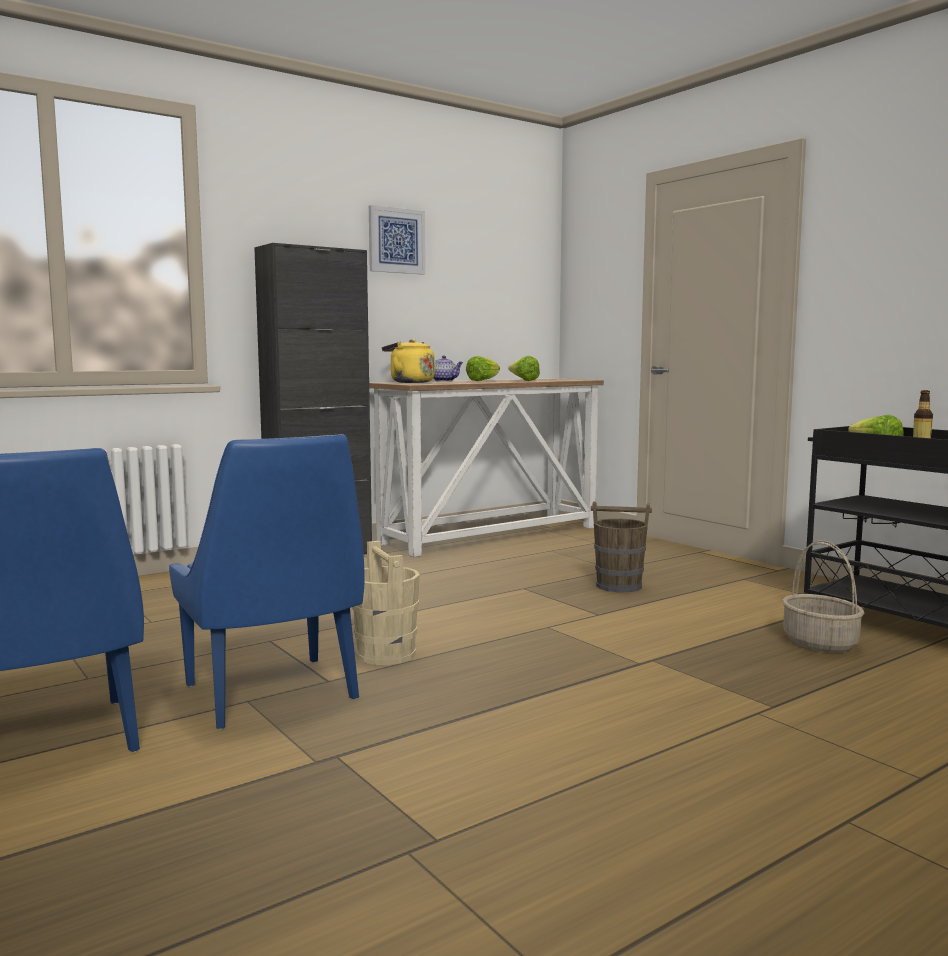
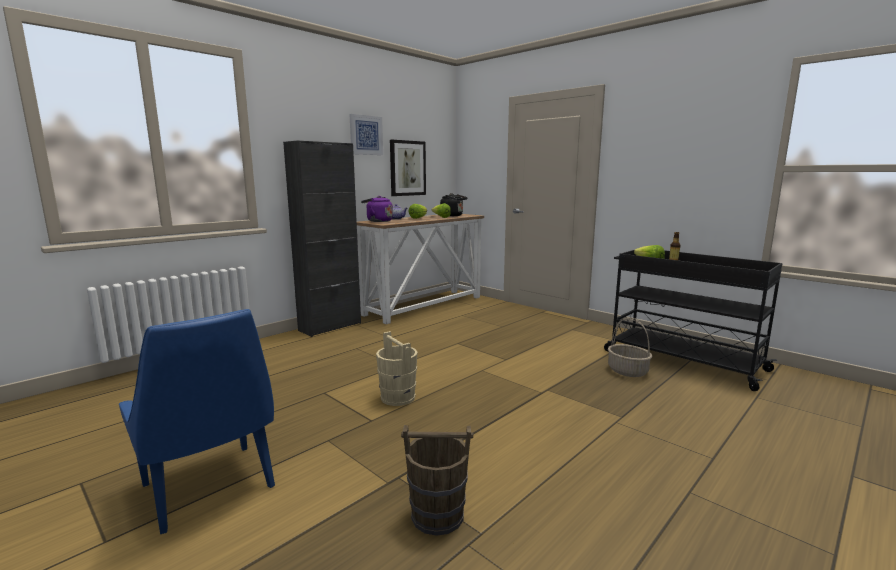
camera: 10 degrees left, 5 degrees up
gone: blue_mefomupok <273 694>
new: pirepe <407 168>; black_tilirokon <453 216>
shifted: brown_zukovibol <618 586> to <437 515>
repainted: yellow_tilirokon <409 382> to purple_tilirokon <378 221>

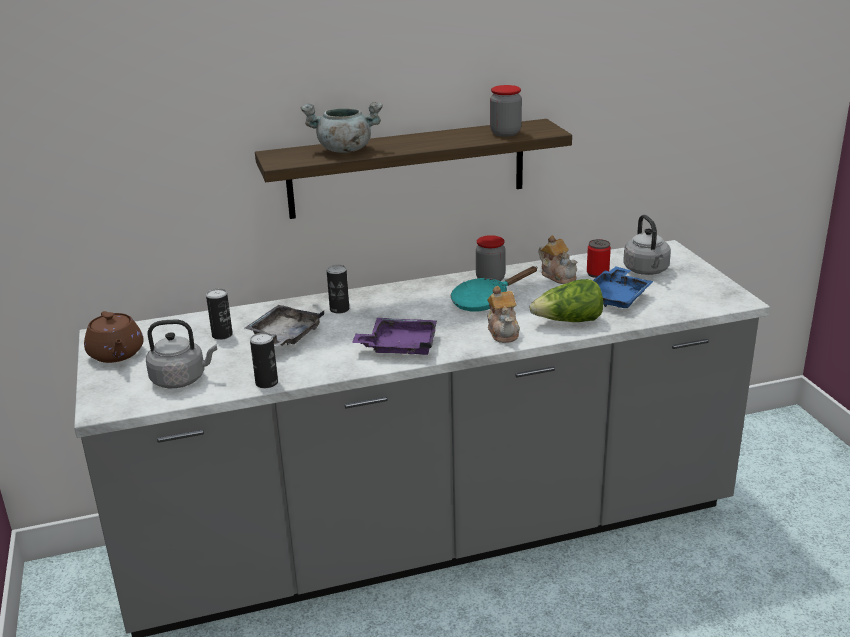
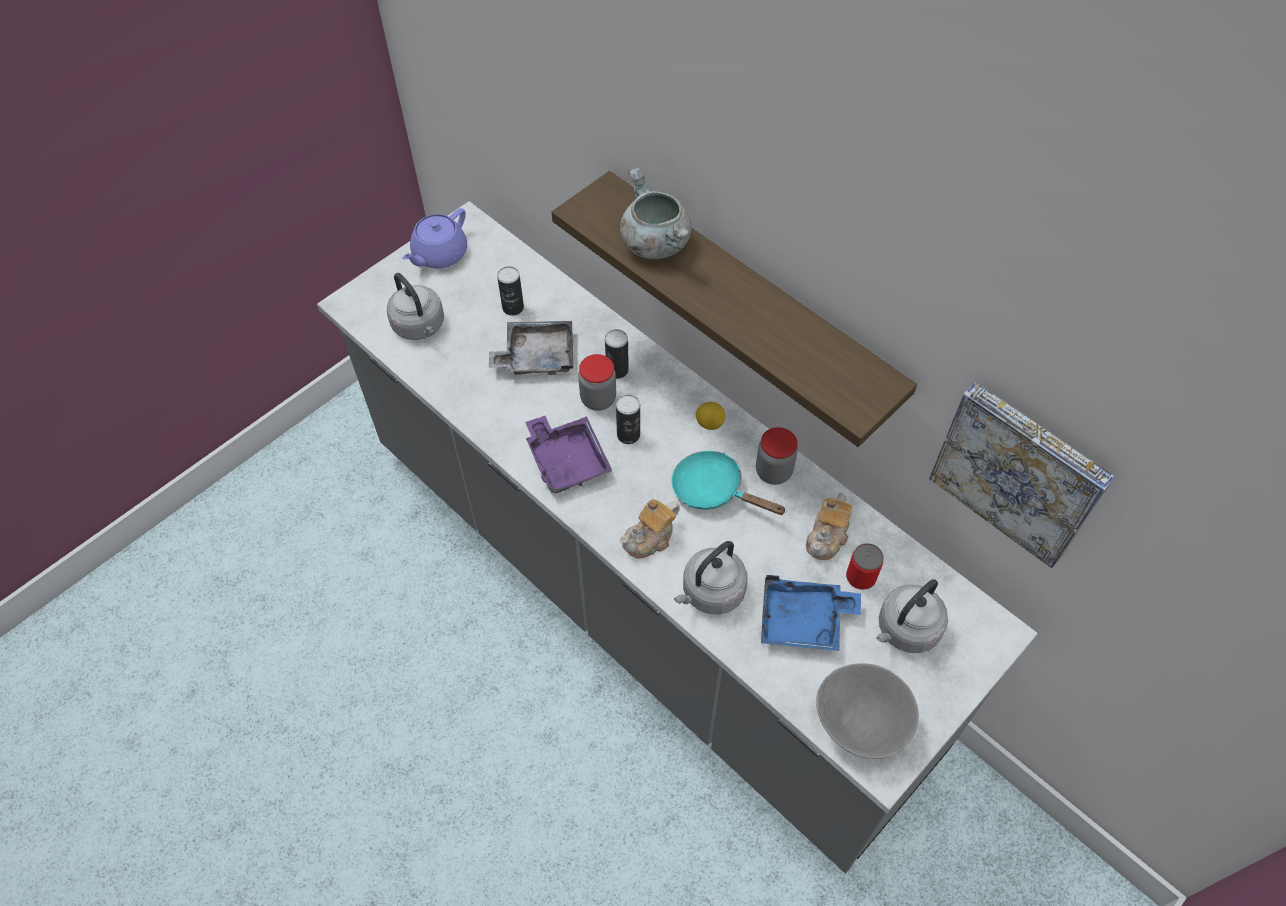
camera: 60 degrees right, 30 degrees up
new: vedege <709 423>; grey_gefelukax <860 722>; pirepe <1020 472>
shifted: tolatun <266 383> to <628 435>; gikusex <505 133> to <598 399>
swapped: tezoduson <568 321> to grey_tilirokon <710 593>
repainted: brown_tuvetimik <116 354> to purple_tuvetimik <439 254>

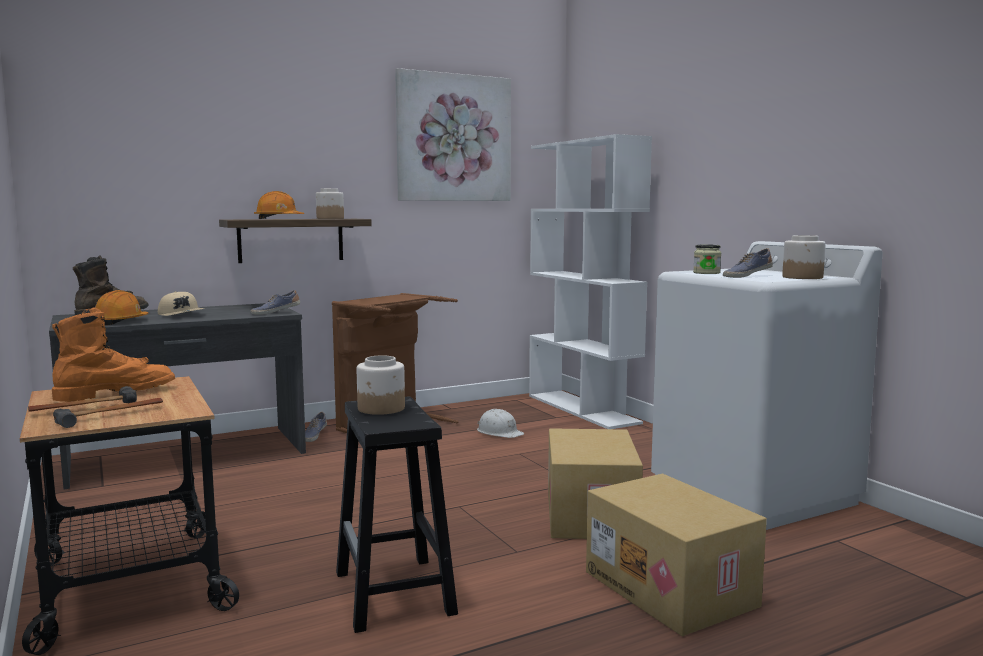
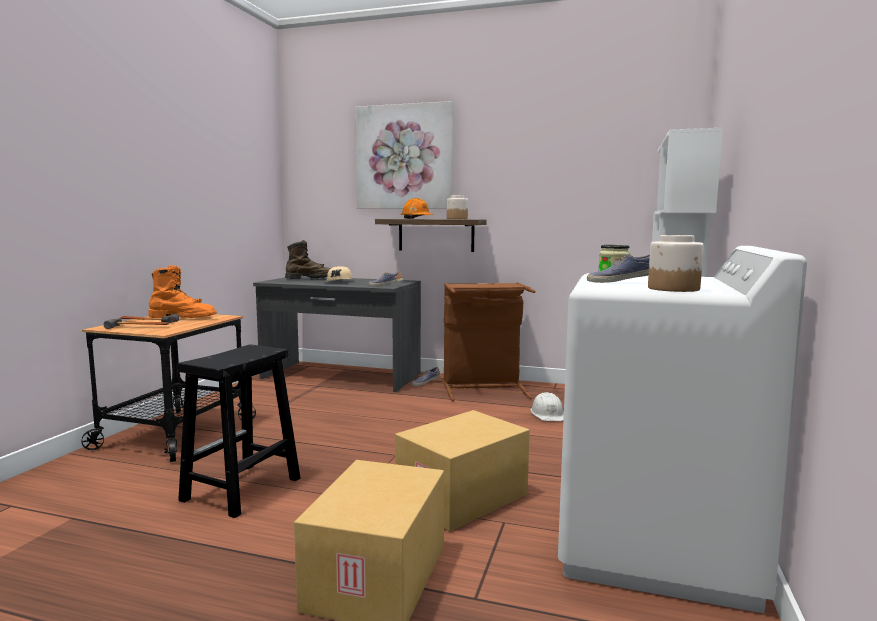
camera: 45 degrees right, 0 degrees up
gone: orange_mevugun <120 322>; gikusex <381 408>
shifted: pirepe <454 138> to <404 157>

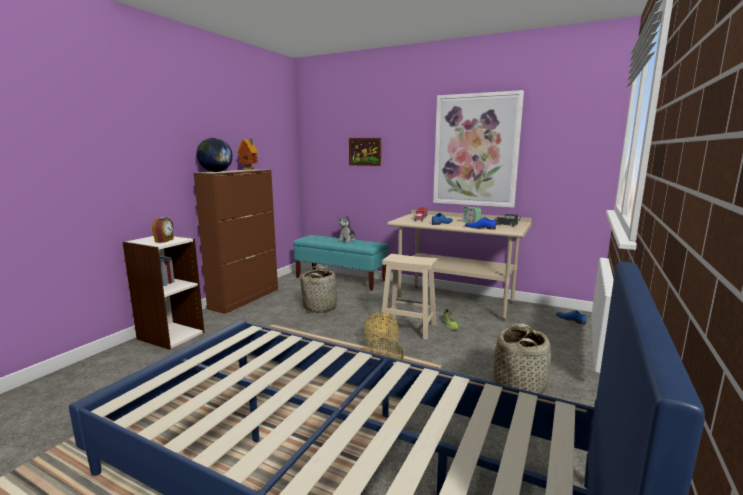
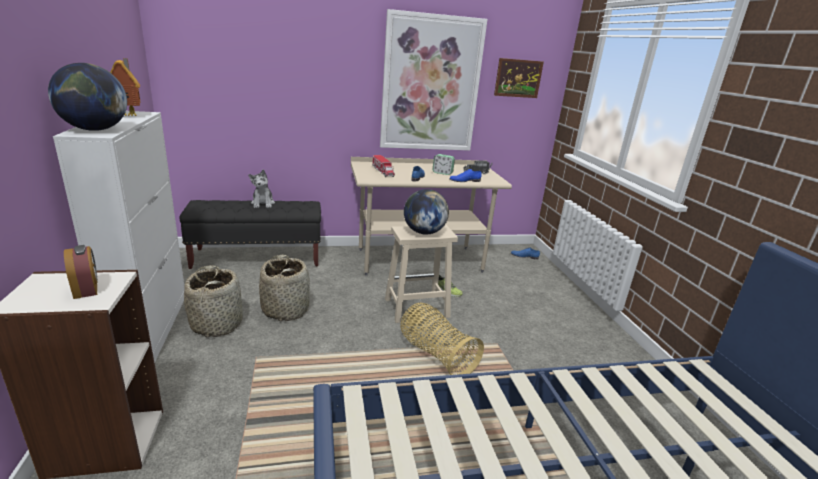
camera: 40 degrees left, 10 degrees up
new: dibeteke <424 232>
shifted: pirepe <365 151> to <518 78>; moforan <519 385> to <217 324>
repainted: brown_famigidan <245 298> to white_famigidan <151 327>; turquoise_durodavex <340 279> to black_durodavex <258 258>

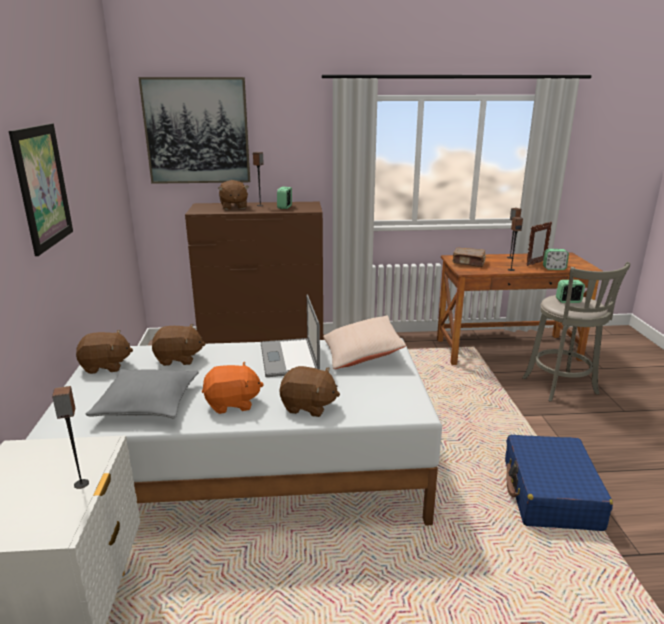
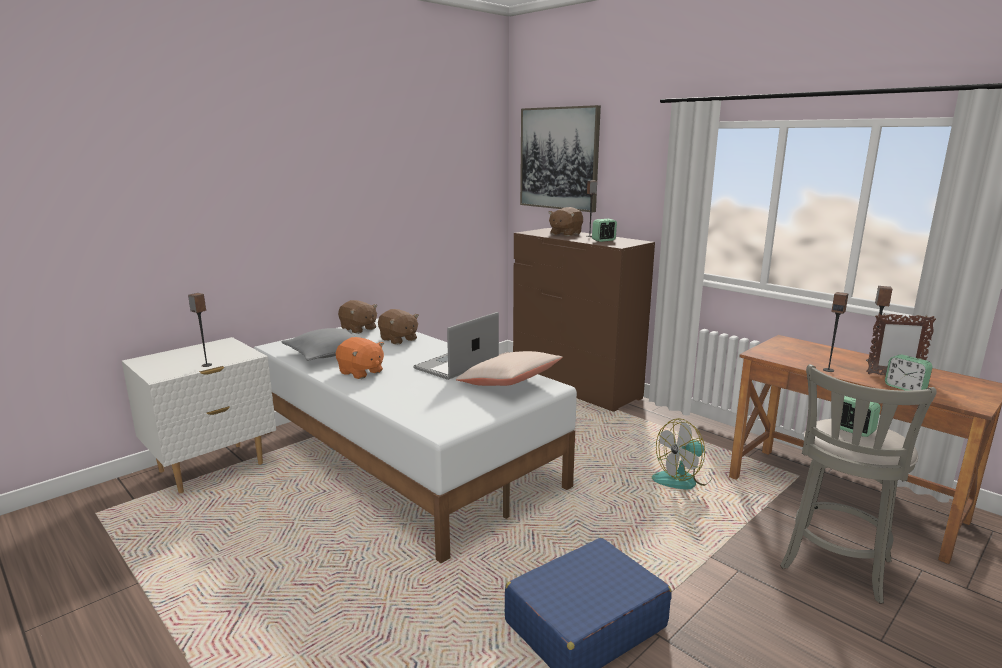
camera: 50 degrees right, 5 degrees down
gone: pirepe <42 187>; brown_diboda <308 406>; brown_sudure <469 263>
new: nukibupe <682 479>

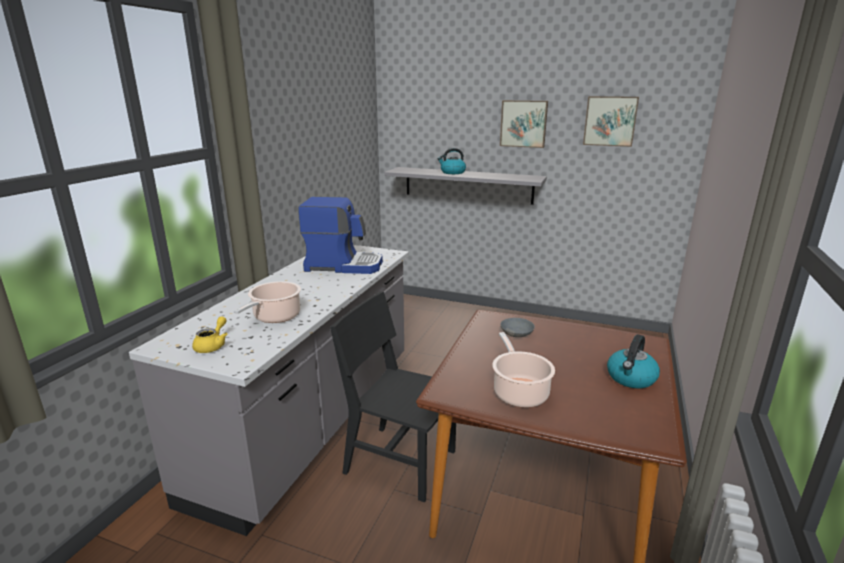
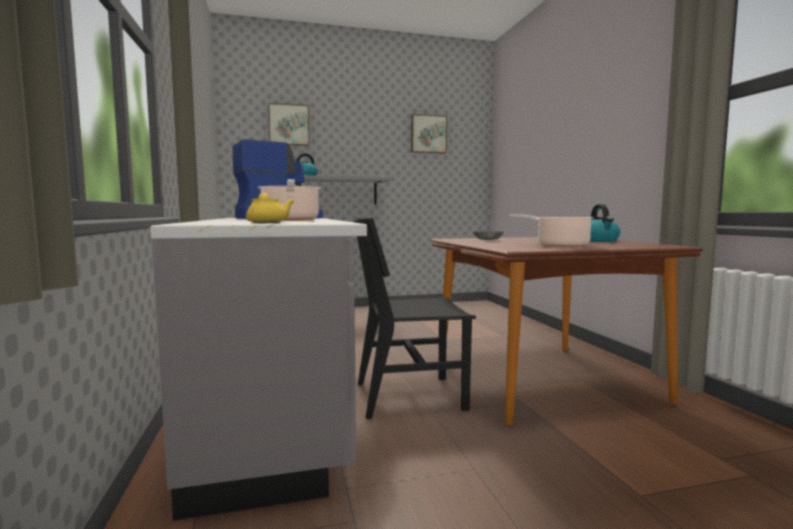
camera: 35 degrees left, 15 degrees down
shifted: pirepe <523 123> to <289 125>

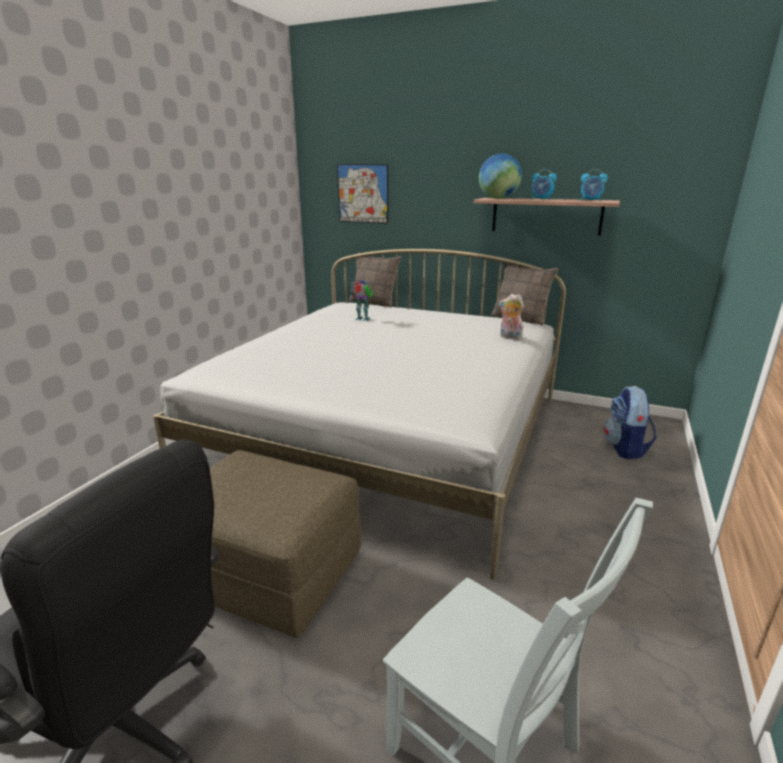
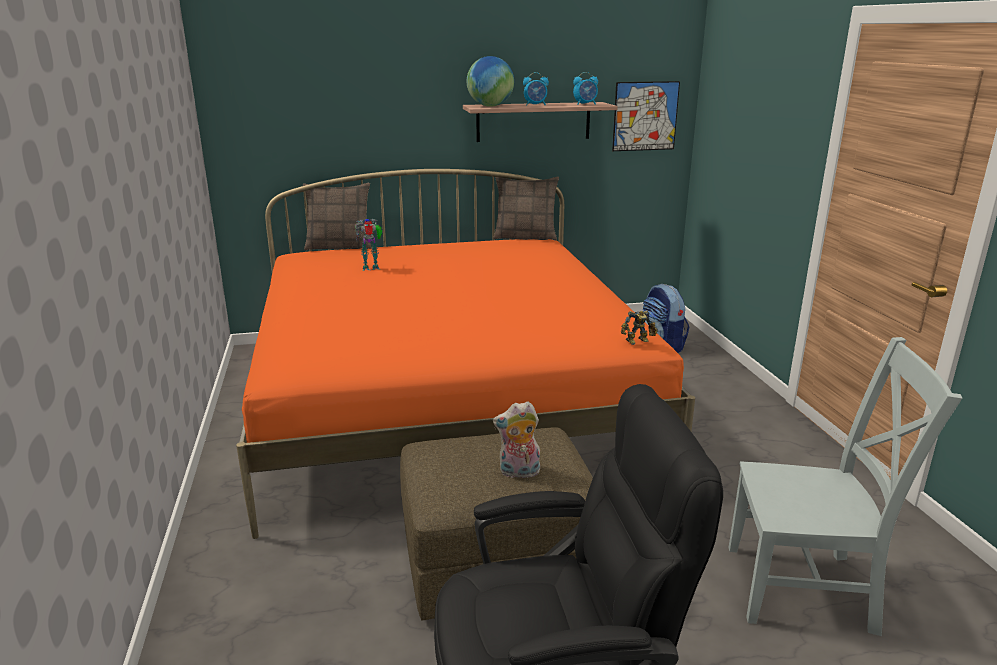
camera: 35 degrees left, 0 degrees up
new: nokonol <638 341>
shifted: pirepe <363 194> to <645 116>; diboda <509 337> to <518 473>
repainted: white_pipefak <388 436> to orange_pipefak <447 401>

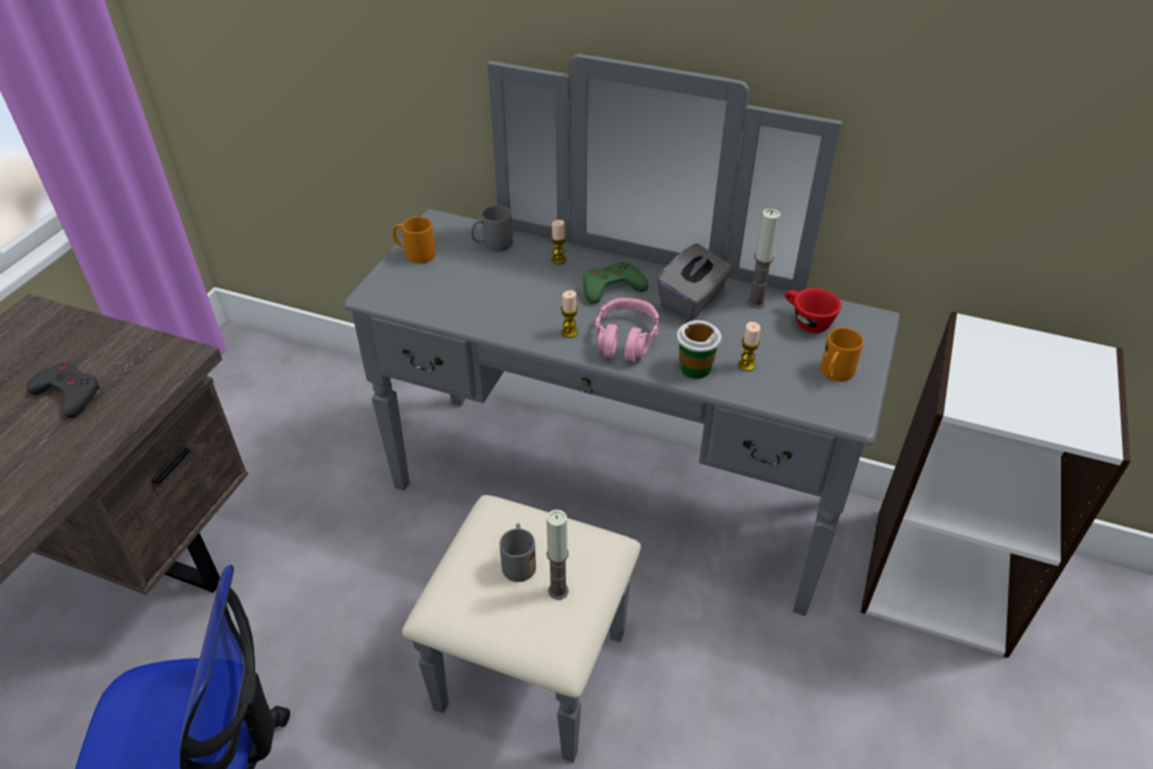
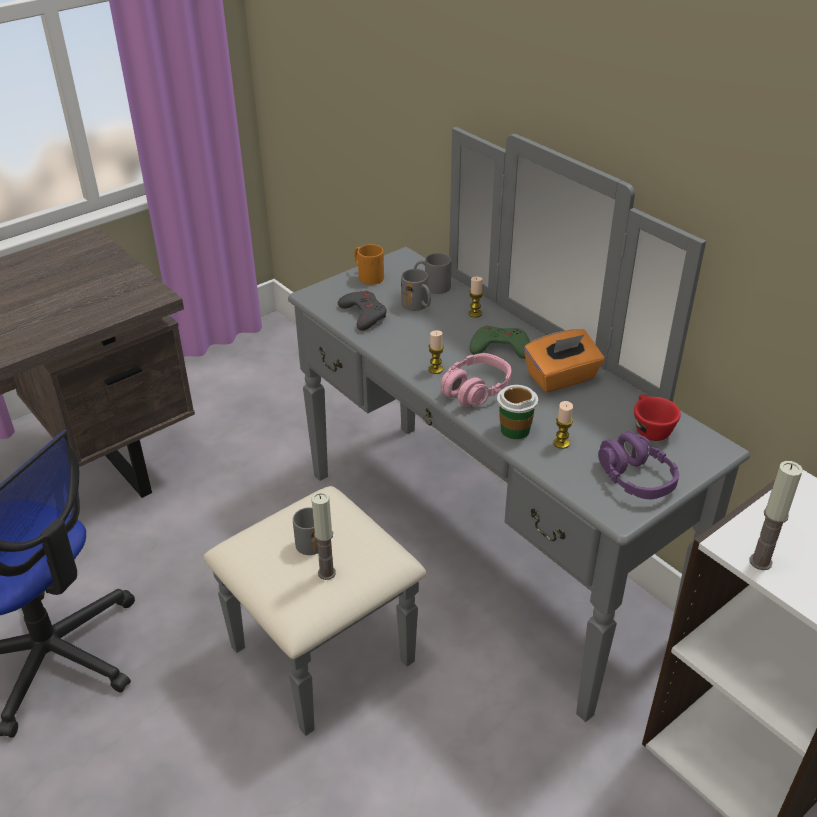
camera: 30 degrees right, 5 degrees down
new: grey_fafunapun <418 306>
shifted: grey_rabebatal <68 394> to <363 314>; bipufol <756 302> to <760 562>
swapped: orange_fafunapun <834 374> to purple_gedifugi <635 478>
repainted: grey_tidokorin <693 299> to orange_tidokorin <561 378>

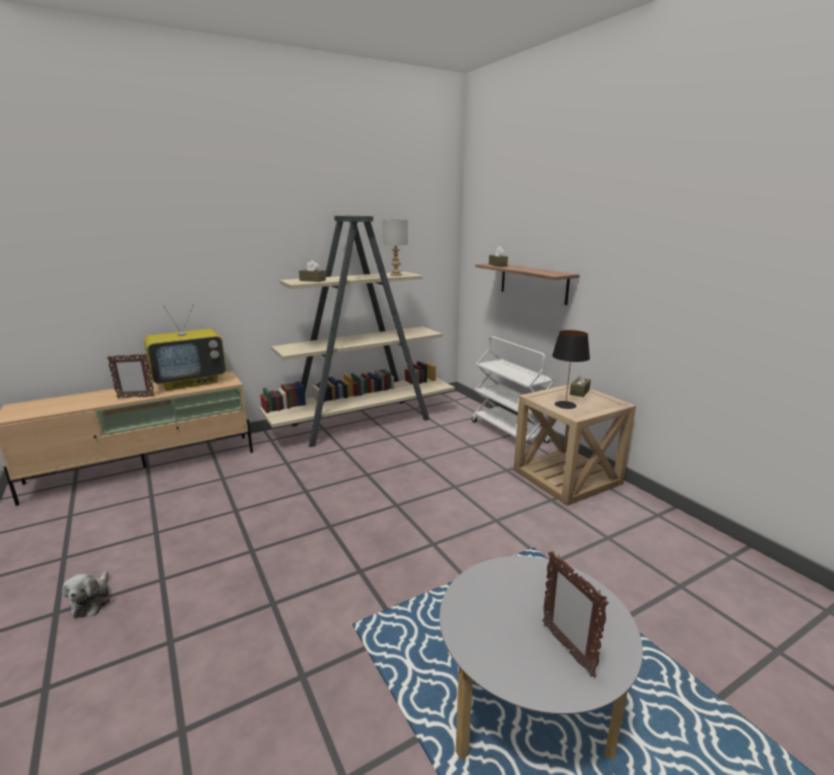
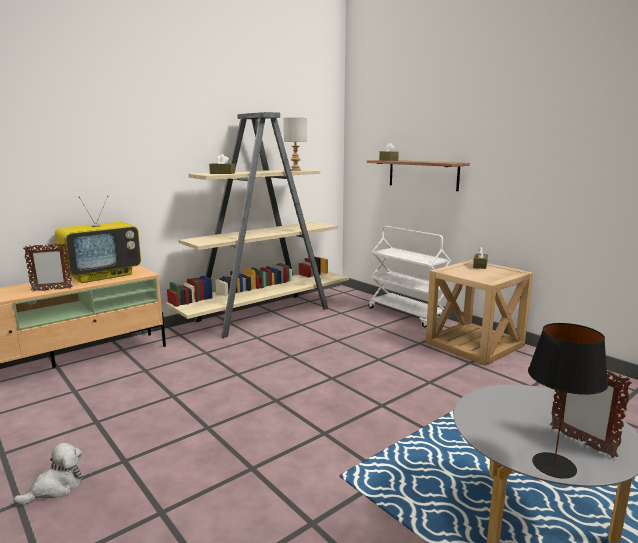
camera: 10 degrees left, 5 degrees down
shifted: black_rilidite <565 405> to <553 465>
rotated: diboda <92 601> = <56 487> 120 degrees counterclockwise

